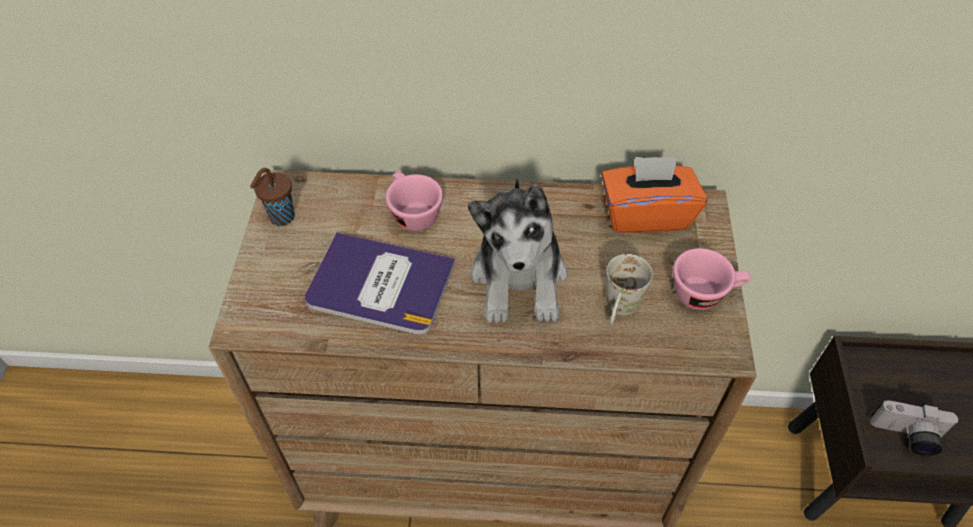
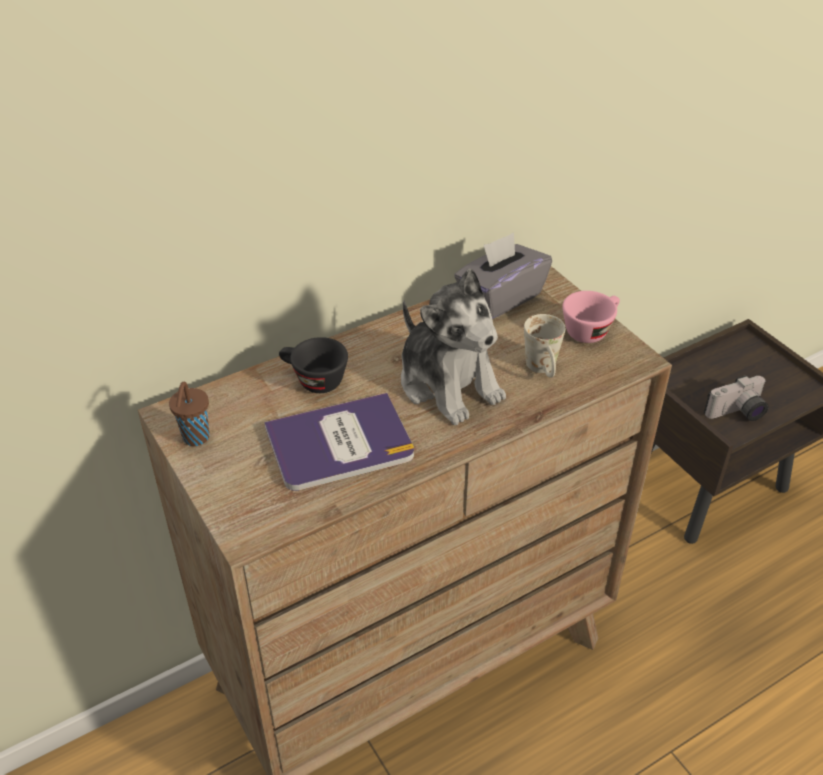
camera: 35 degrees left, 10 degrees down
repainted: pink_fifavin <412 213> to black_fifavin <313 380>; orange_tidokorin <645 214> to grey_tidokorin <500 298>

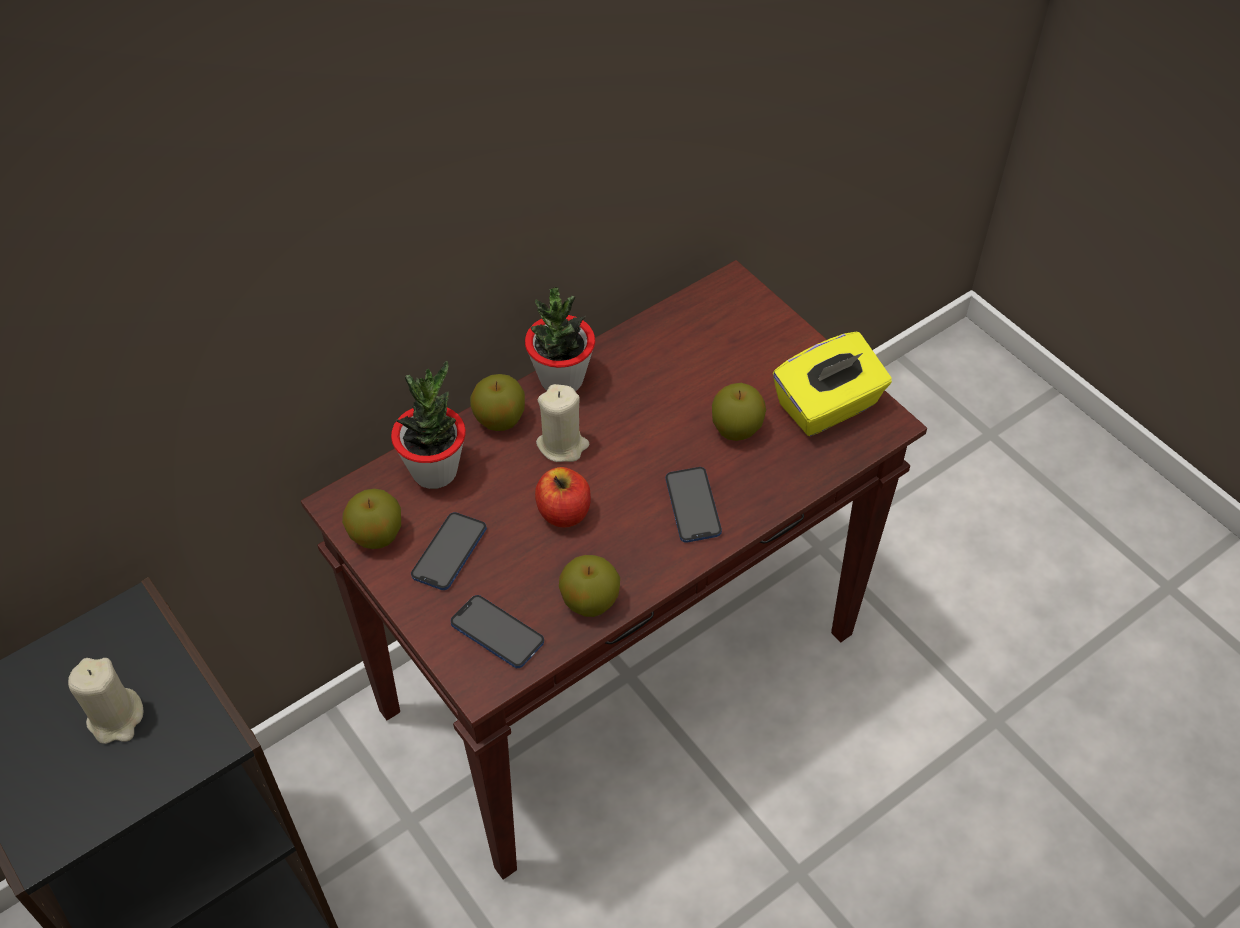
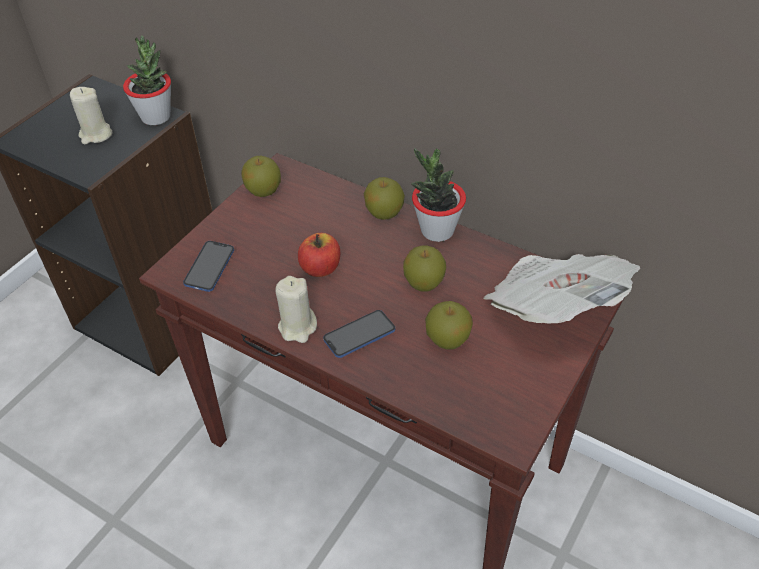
camera: 70 degrees right, 5 degrees down
gone: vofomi <449 552>; yellow_tidokorin <828 406>
new: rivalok <553 308>
shifted: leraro <435 471> to <156 117>; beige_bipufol <562 445> to <297 327>; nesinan <590 601> to <424 283>

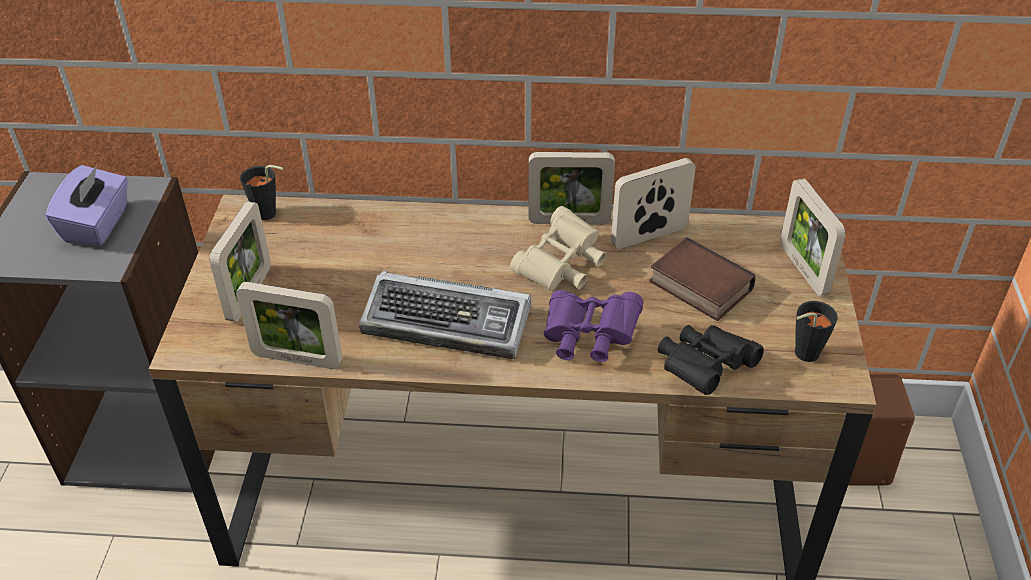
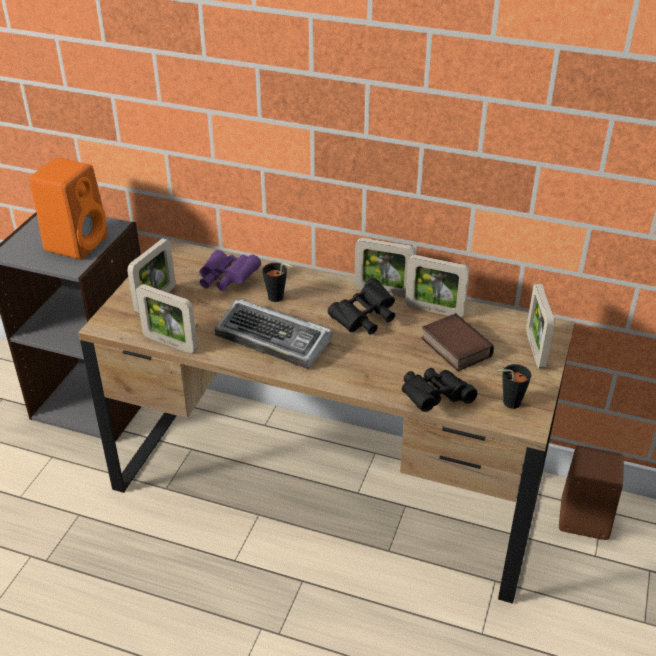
camera: 15 degrees right, 5 degrees down
shifted: black_fifavin <270 215> to <278 298>; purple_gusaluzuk <588 338> to <226 280>
swapped: purple_tidokorin <98 224> to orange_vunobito <77 242>
repainted: beige_gusaluzuk <561 267> to black_gusaluzuk <364 319>
rotated: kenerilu <649 236> = <434 310> 150 degrees counterclockwise

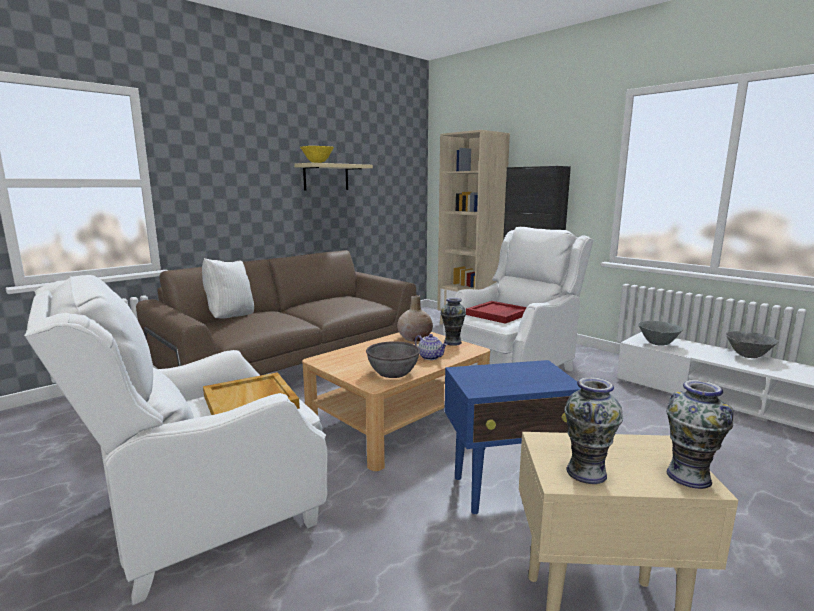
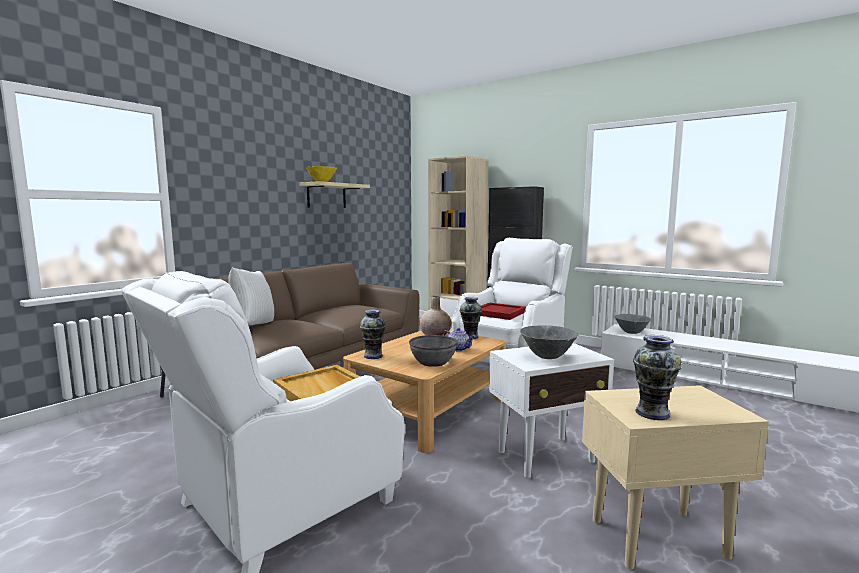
camera: 10 degrees left, 5 degrees down
shifted: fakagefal <689 476> to <373 356>; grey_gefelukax <748 356> to <548 357>
repainted: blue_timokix <507 490> to white_timokix <547 457>

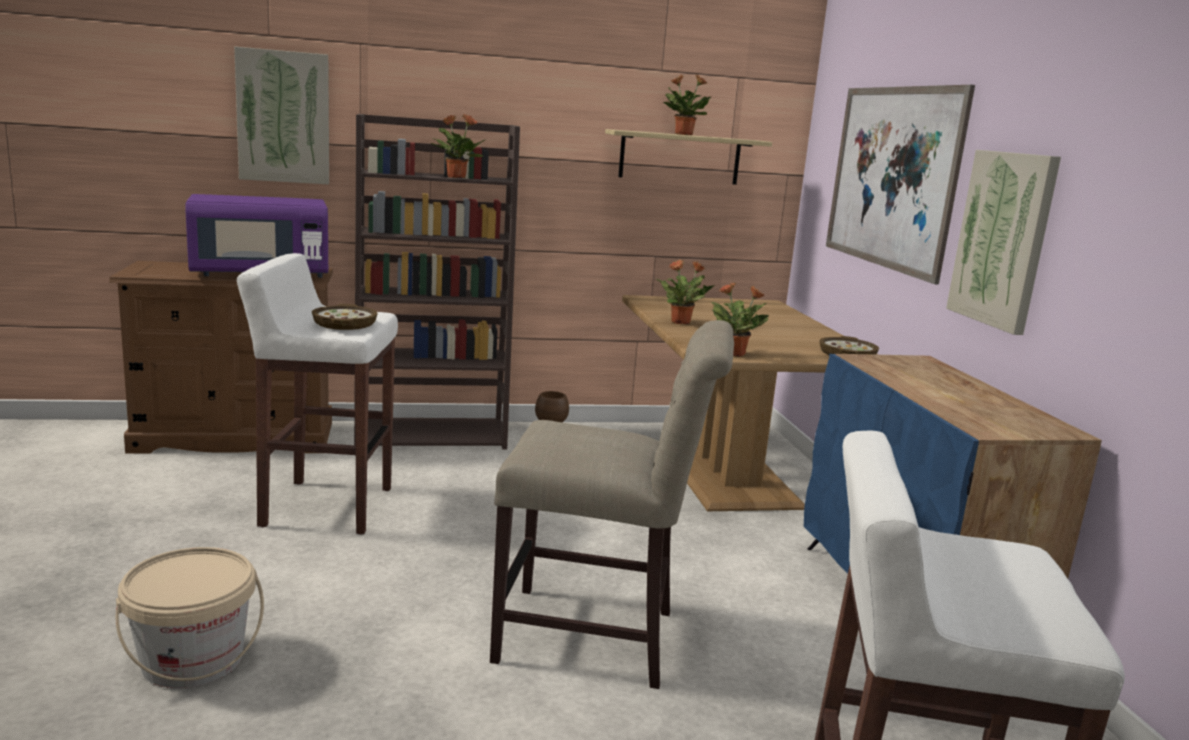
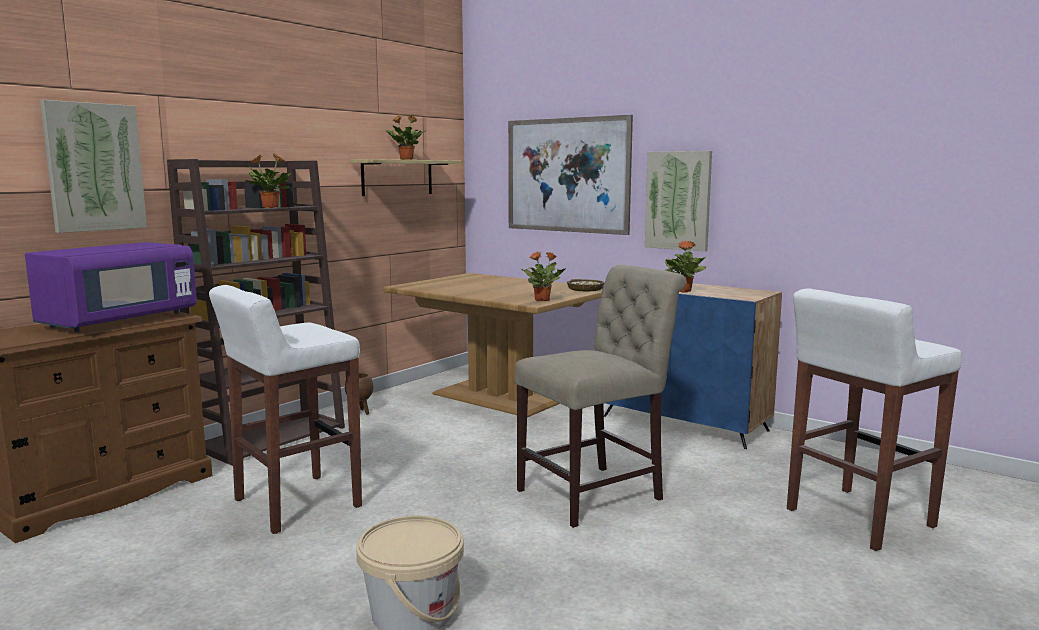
camera: 40 degrees left, 5 degrees down
gone: gefelukax <345 324>
shifted: leraro <681 322> to <683 291>

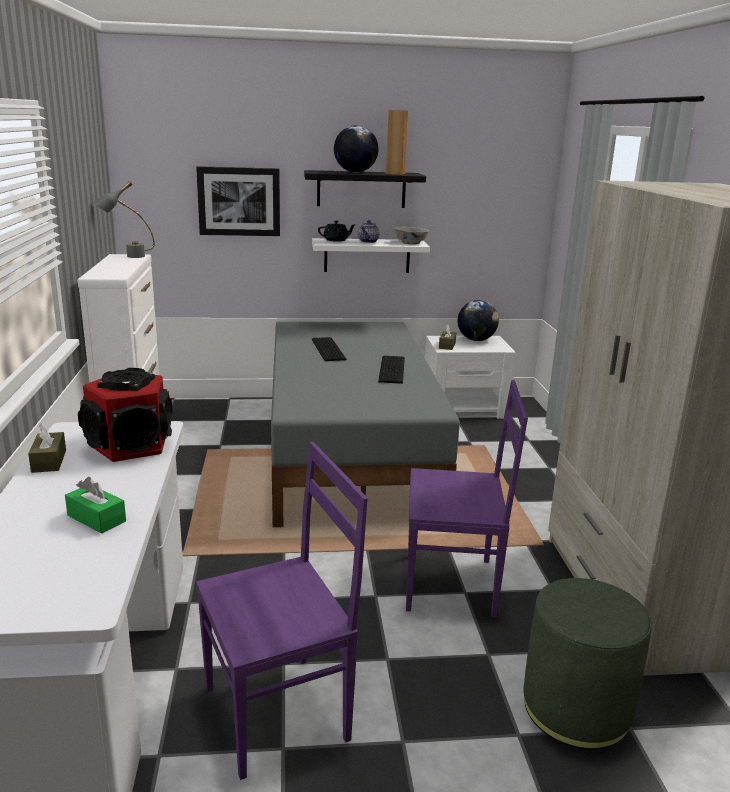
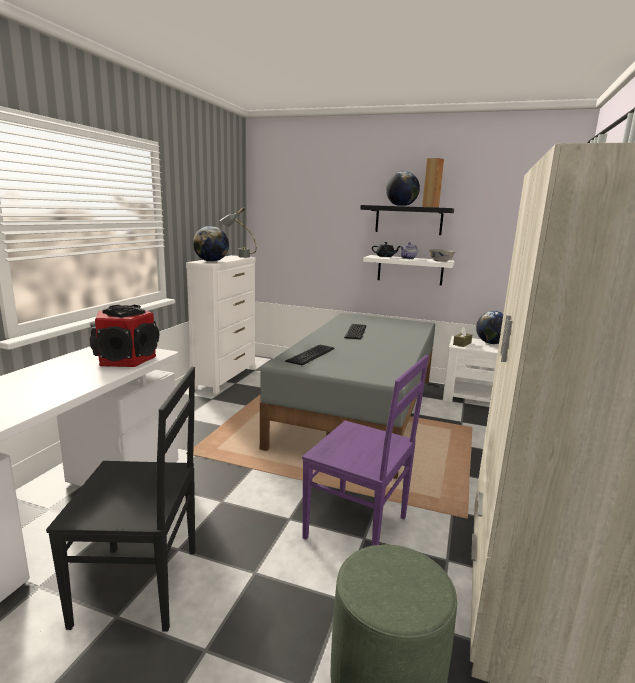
camera: 25 degrees right, 5 degrees down
gone: brown_tidokorin <49 461>; green_tidokorin <96 518>; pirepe <239 201>
new: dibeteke <211 261>
shifted: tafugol <393 369> to <312 355>
repainted: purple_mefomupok <280 712> to black_mefomupok <141 586>

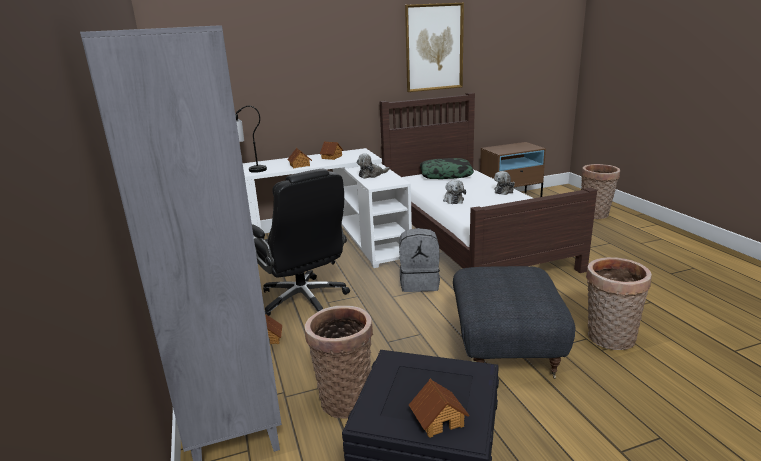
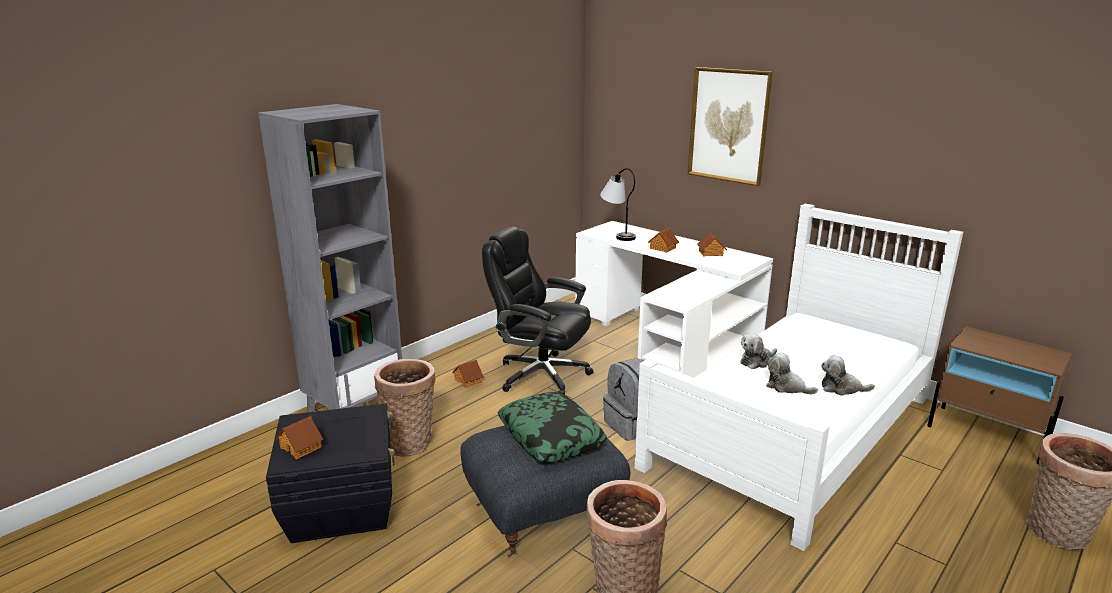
camera: 60 degrees right, 0 degrees up
shifted: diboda <371 175> to <786 387>; pirepe <434 47> to <728 125>; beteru <446 175> to <551 436>
repainted: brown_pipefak <470 238> to white_pipefak <792 430>
rotated: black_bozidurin <304 300> = <540 375> 90 degrees clockwise

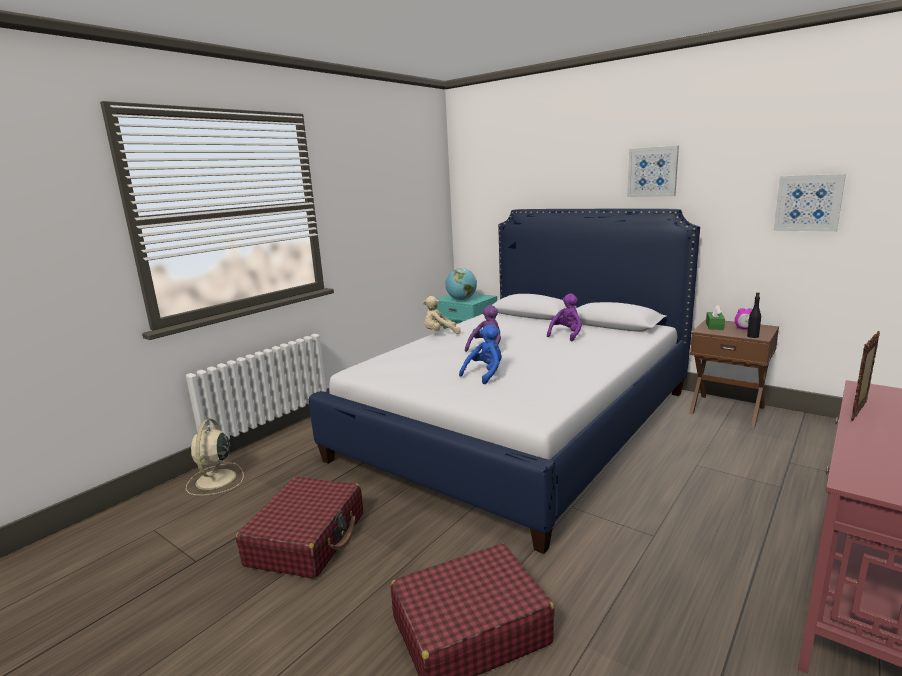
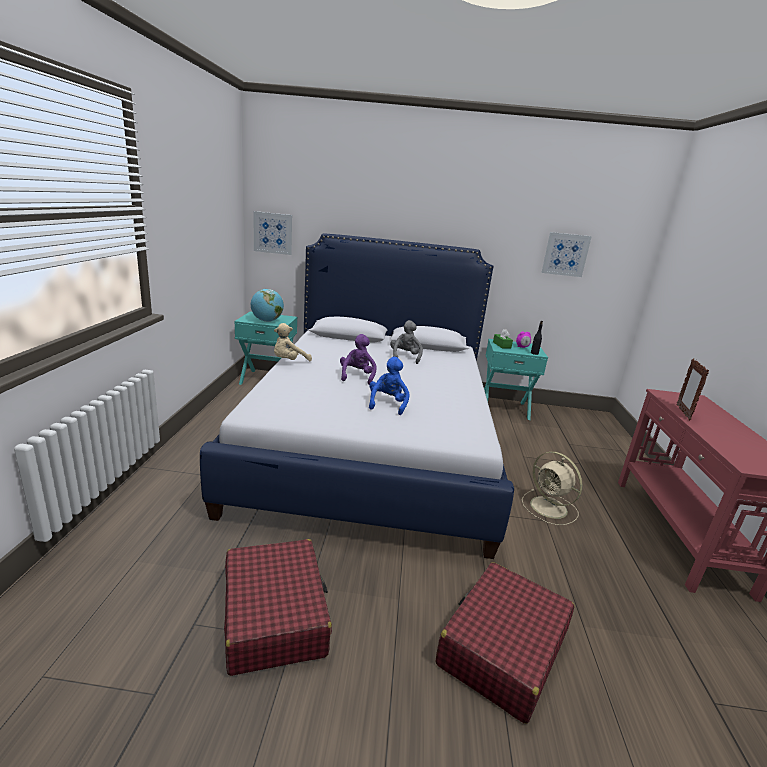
camera: 35 degrees left, 5 degrees up
shifted: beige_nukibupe <215 480> to <550 508>; pirepe <652 172> to <273 233>
repainted: purple_diboda <566 335> to grey_diboda <405 357>; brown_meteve <727 410> to turquoise_meteve <504 408>

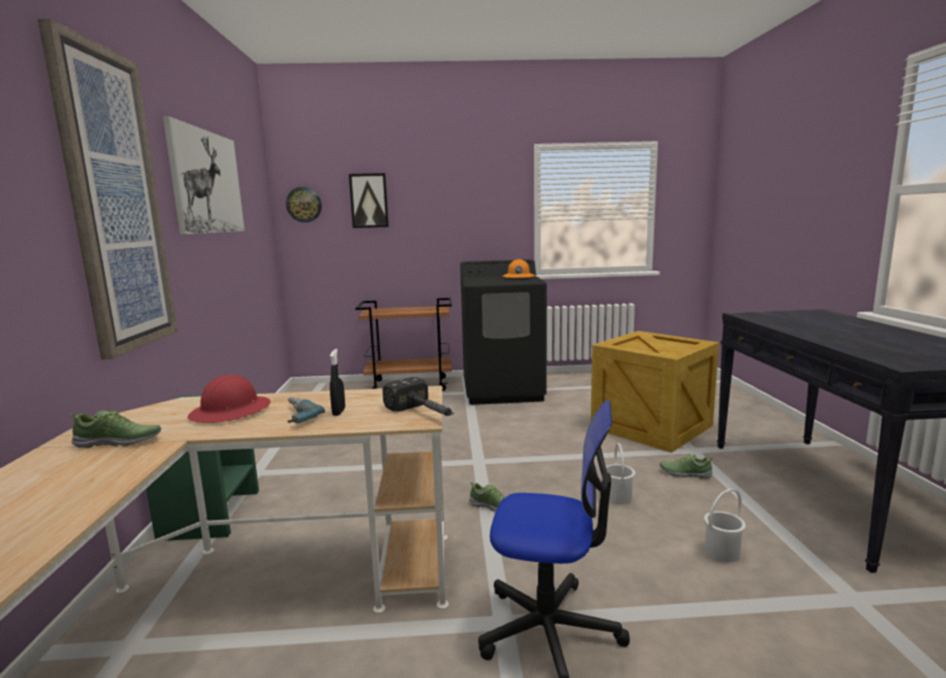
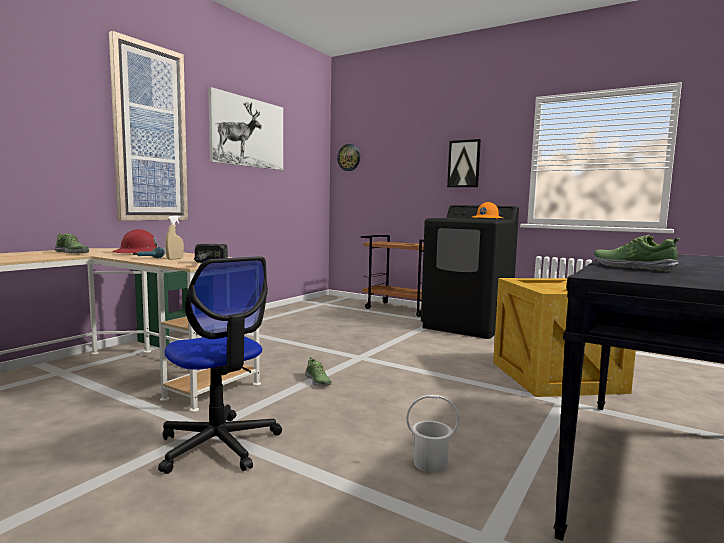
camera: 35 degrees right, 5 degrees down
gone: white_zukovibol <618 497>
shifted: pirepe <369 200> to <464 163>; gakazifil <685 473> to <632 267>
repainted: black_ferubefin <339 412> to beige_ferubefin <175 259>

